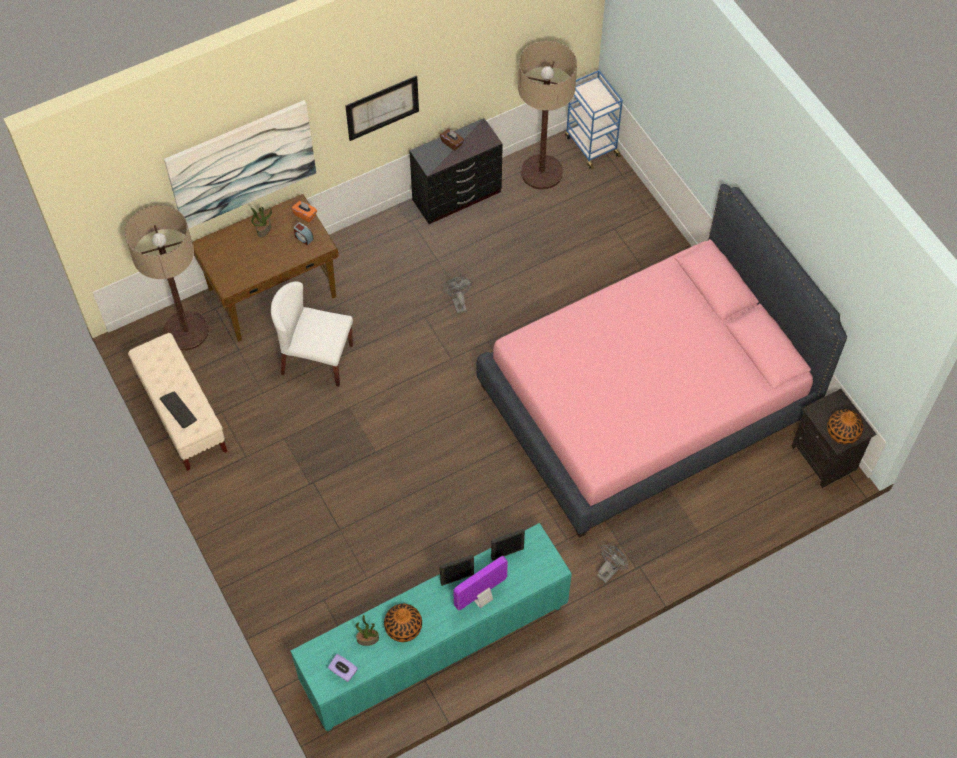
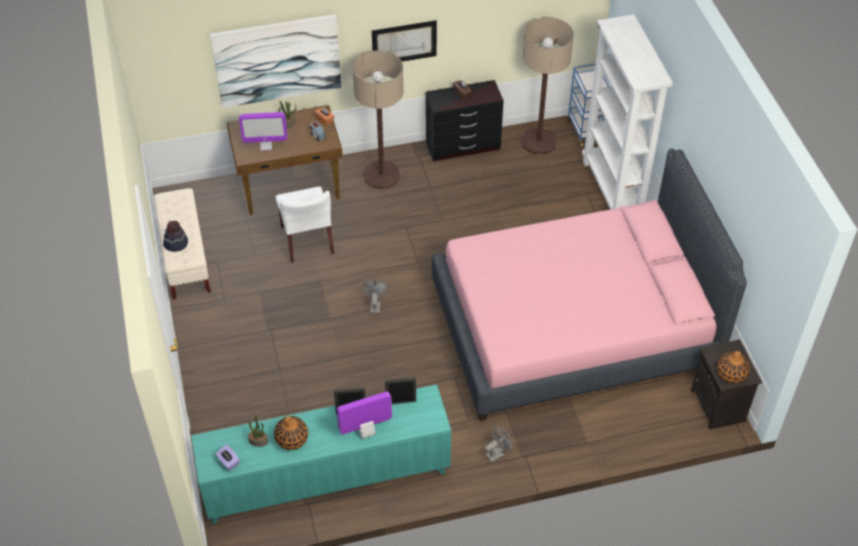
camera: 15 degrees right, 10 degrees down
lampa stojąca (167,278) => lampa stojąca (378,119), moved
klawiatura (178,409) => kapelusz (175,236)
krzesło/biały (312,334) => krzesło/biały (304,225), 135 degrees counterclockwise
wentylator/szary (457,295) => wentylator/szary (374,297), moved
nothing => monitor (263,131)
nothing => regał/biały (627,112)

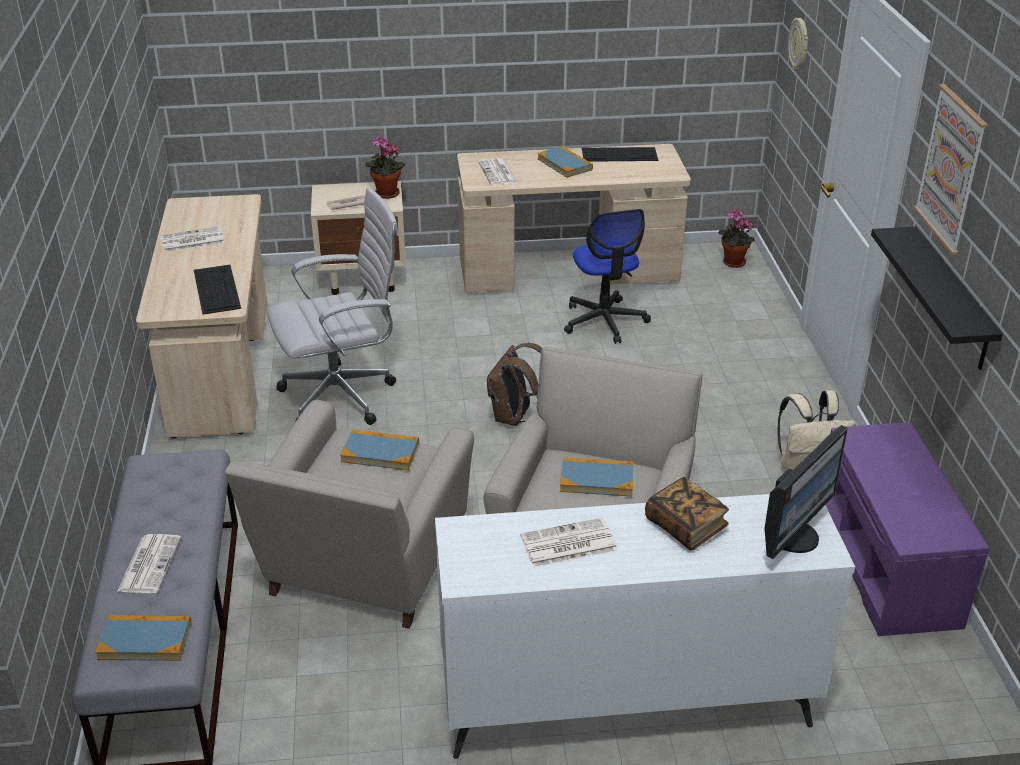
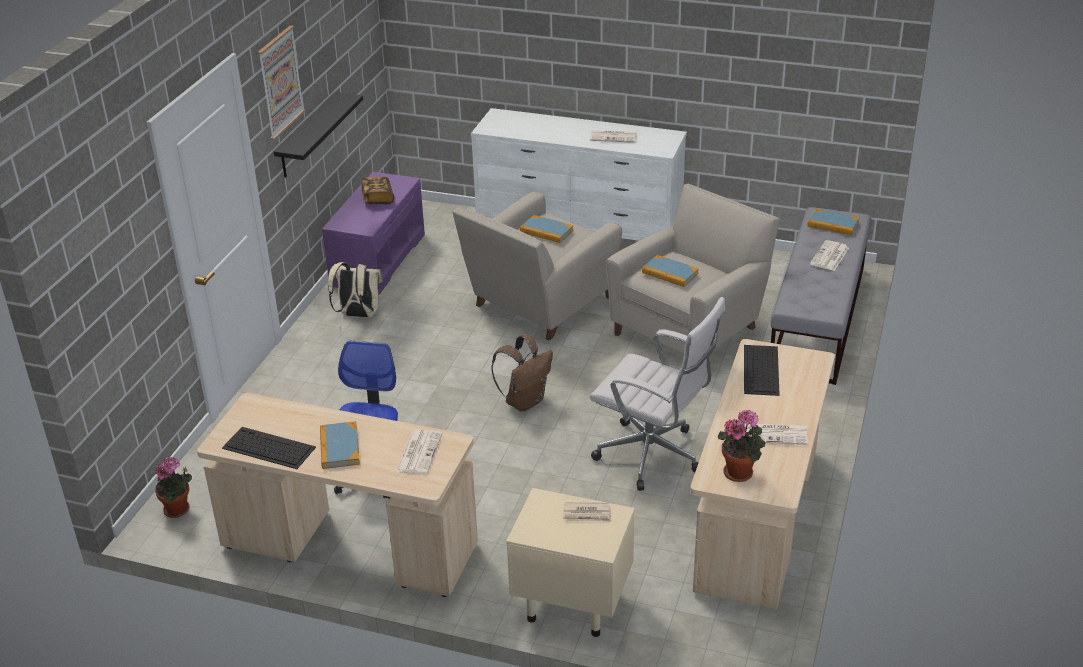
camera: 155 degrees left, 0 degrees up
krzesło biurowe/biały (333,306) => krzesło biurowe/biały (657,394), 150 degrees counterclockwise
roślina doniczkowa (385,167) => roślina doniczkowa (741,446), moved
książka (687,514) => książka (377,190), moved
monitor (806,492) => nothing
zegar ścienny (798,44) => nothing

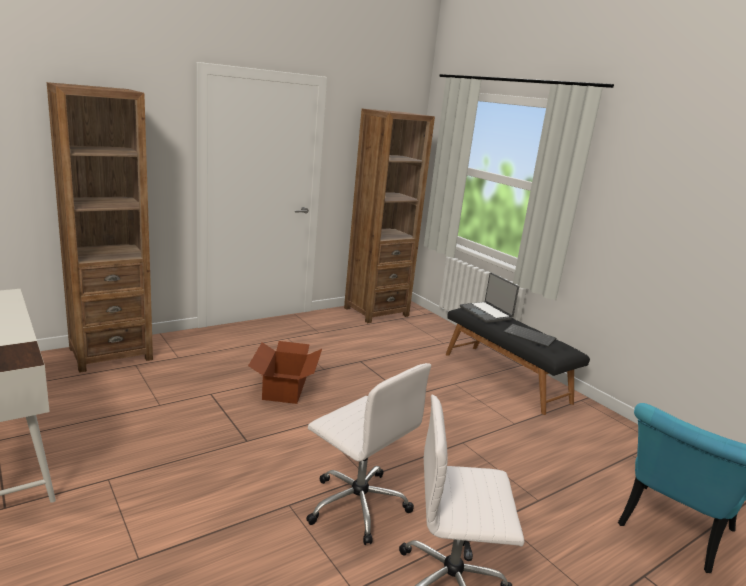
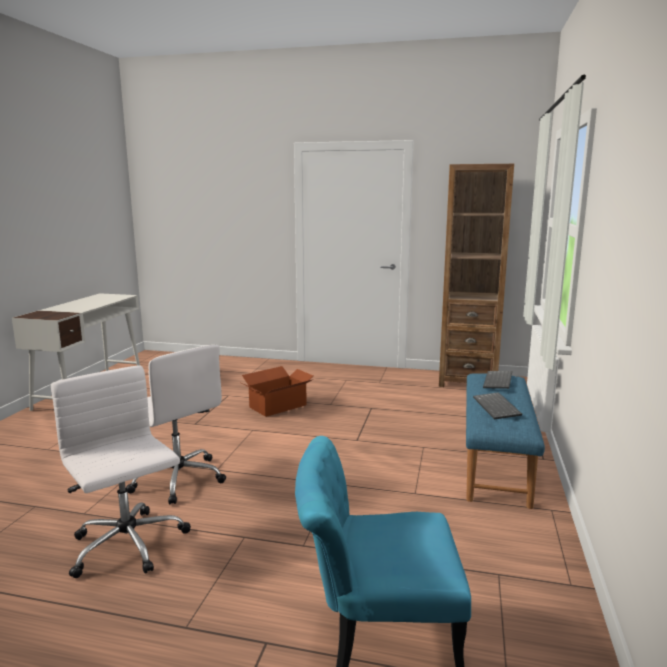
camera: 50 degrees right, 5 degrees down
regał/brązowy (100,227) => nothing
krzesło biurowe/biały (368,454) => krzesło biurowe/biały (176,425), 45 degrees counterclockwise
ławka/czarny (518,361) => ławka/niebieski (505,441)
laptop (489,298) => klawiatura (497,380)

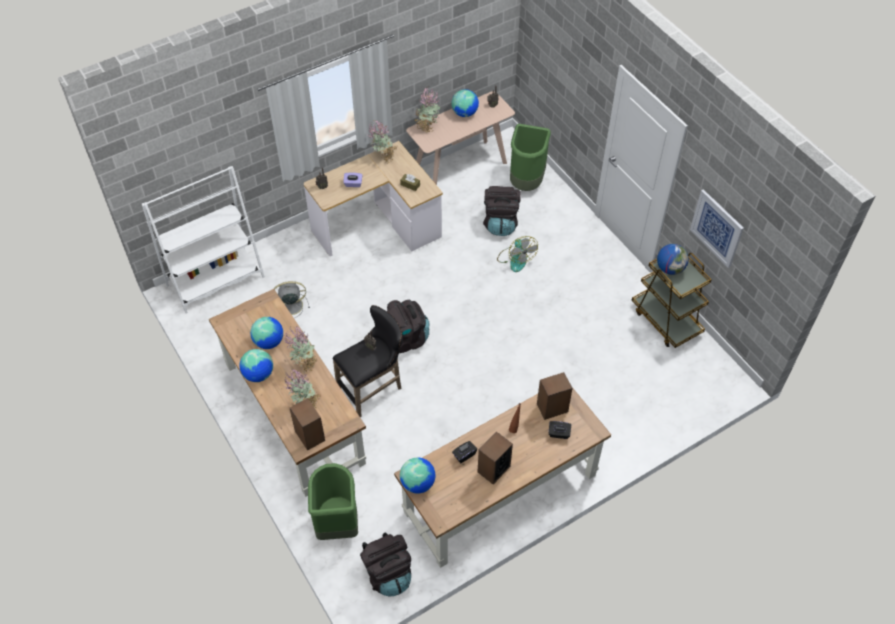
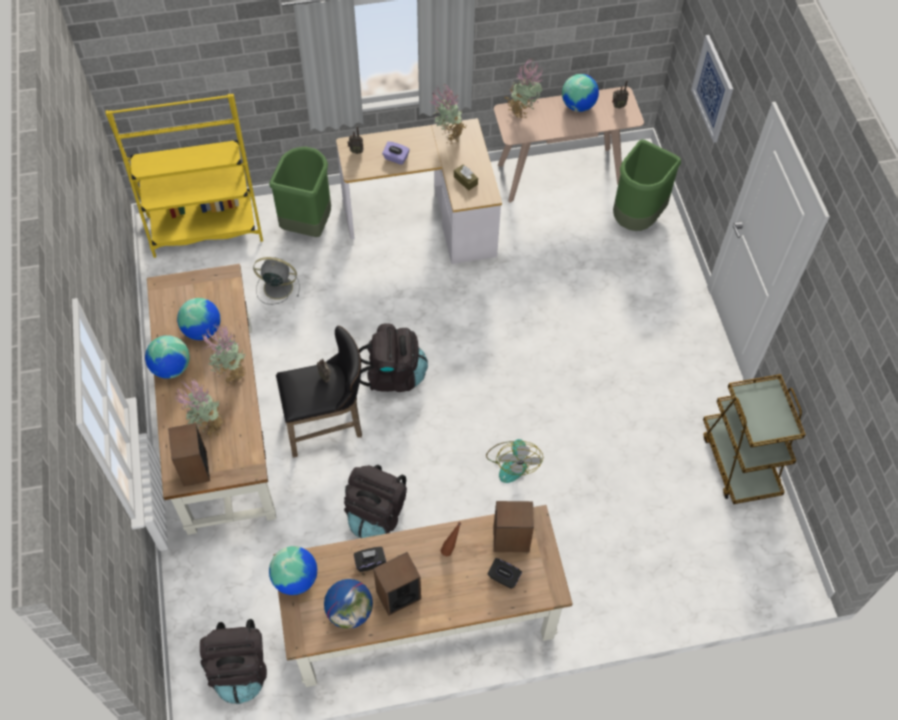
camera: 20 degrees right, 5 degrees up
regał/biały (203,240) => regał/żółty (184,176)
kosz na śmieci/zielony (333,501) => kosz na śmieci/zielony (300,192), moved
plecak/czarny (502,211) => plecak/czarny (375,501), moved
wentylator (517,254) => wentylator (514,461), moved
globus (673,259) => globus (348,604), moved
obraz (717,228) => obraz (712,89), moved

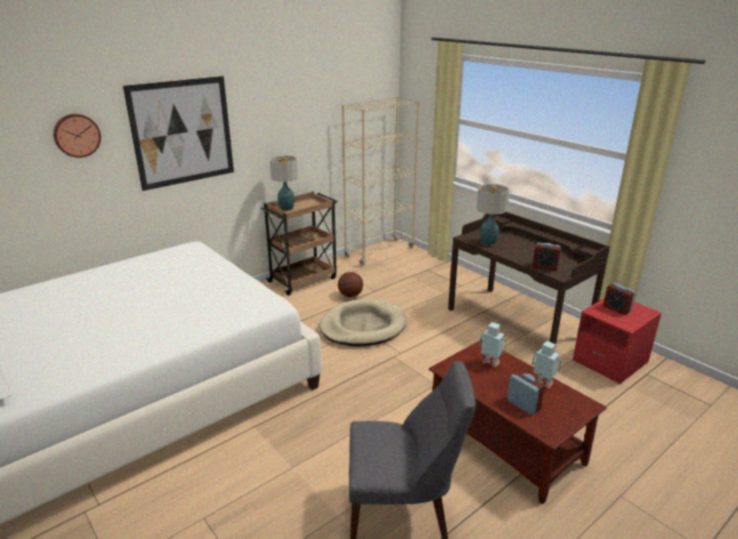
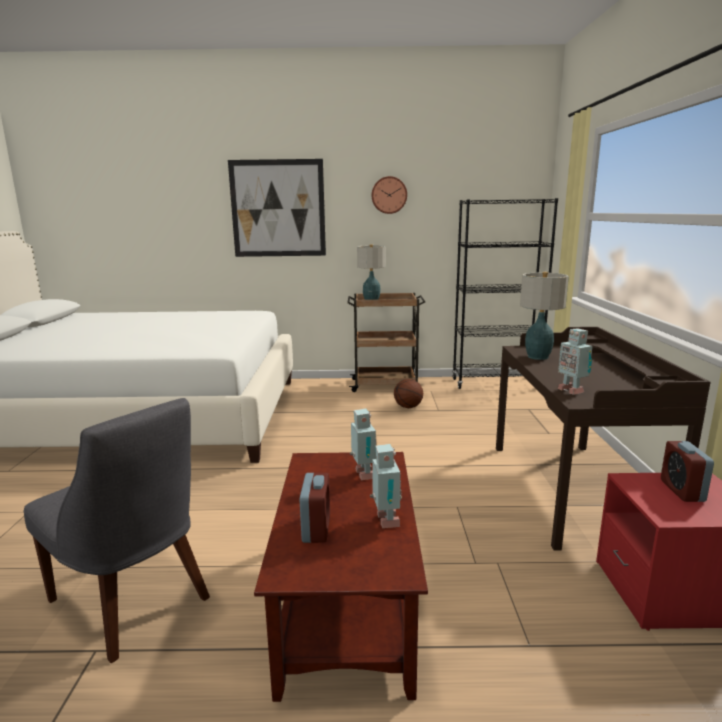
camera: 40 degrees right, 10 degrees down
zegar ścienny (77,136) => zegar ścienny (389,195), moved
legowisko/beżowy (363,323) => nothing
regał/beżowy (380,181) => regał/czarny (505,293)
budzik (546,256) => robot zabawkowy (575,362)

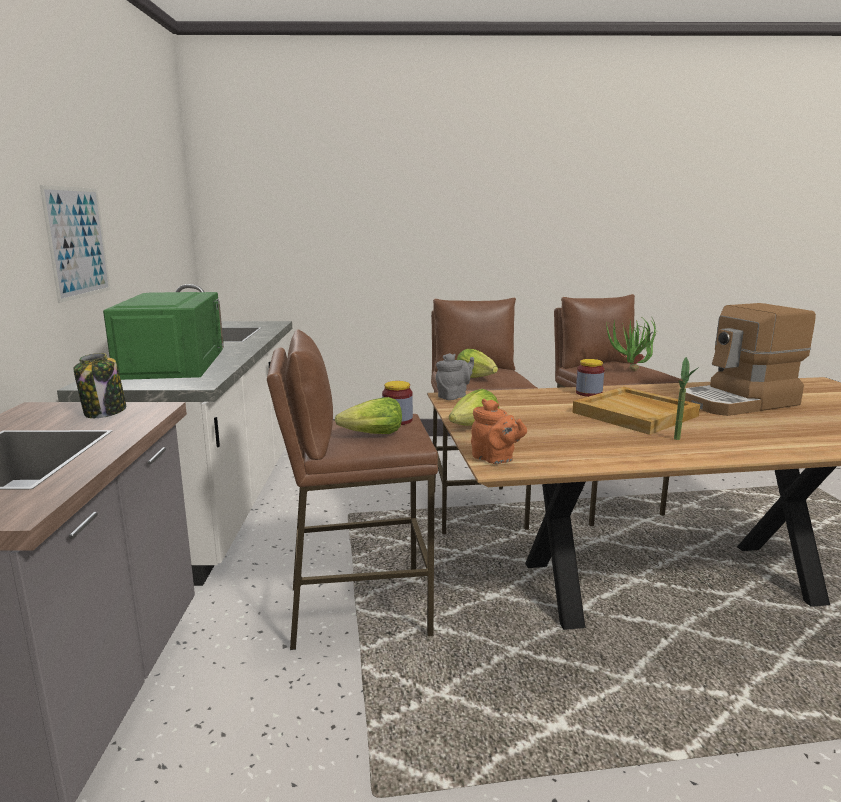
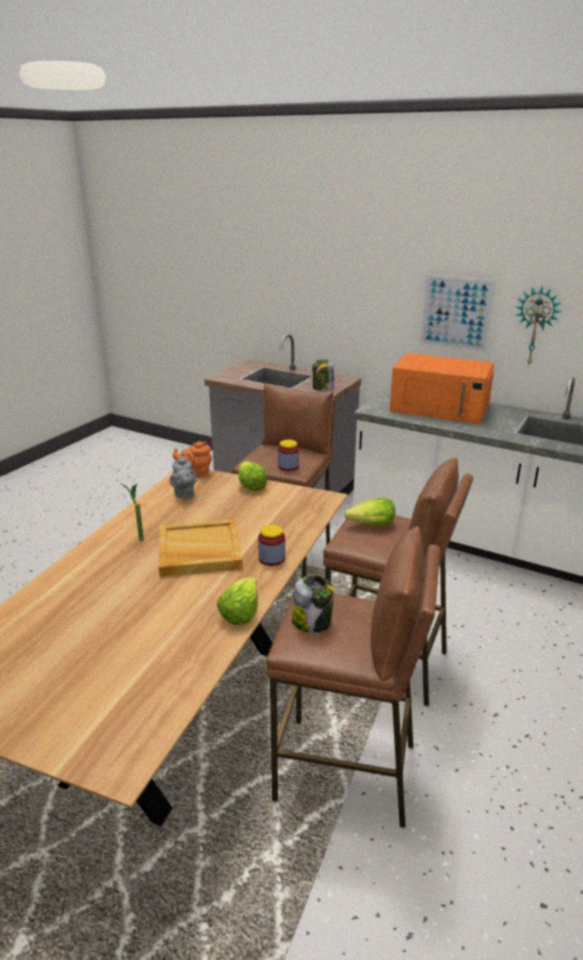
camera: 120 degrees right, 10 degrees up
mikrofalówka/zielony (163,336) => mikrofalówka/pomarańczowy (442,388)
sałata (368,415) => sałata (237,601), moved
imbryk/szary (455,376) => imbryk/szary (183,477), moved
roślina doniczkowa (632,343) => słoik (313,604)
ekspres do kawy (750,359) => nothing
nothing => zegar ścienny (538,327)

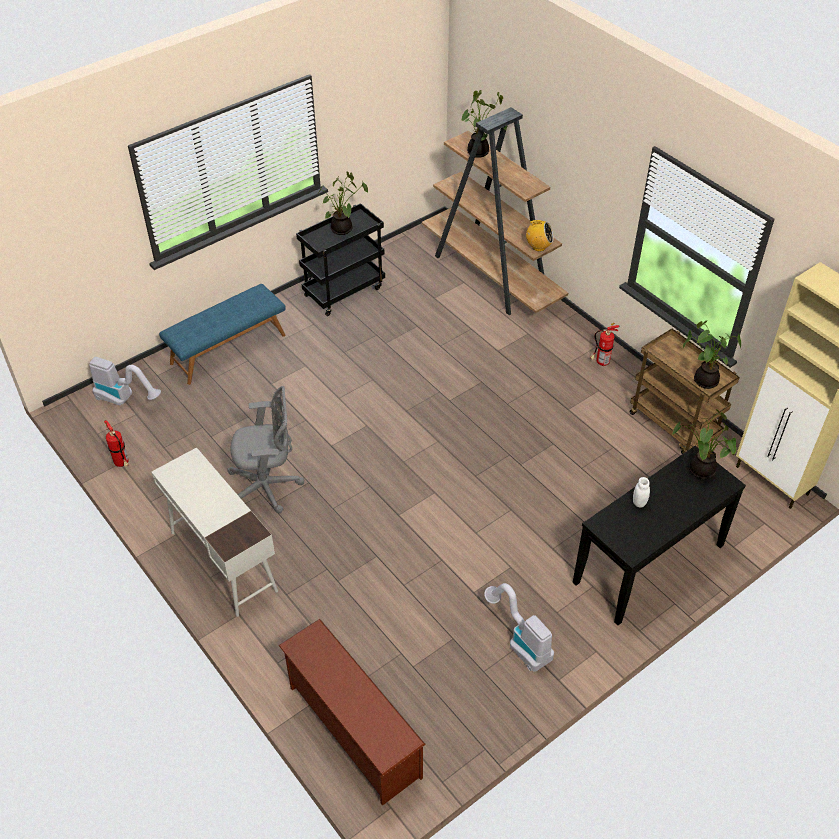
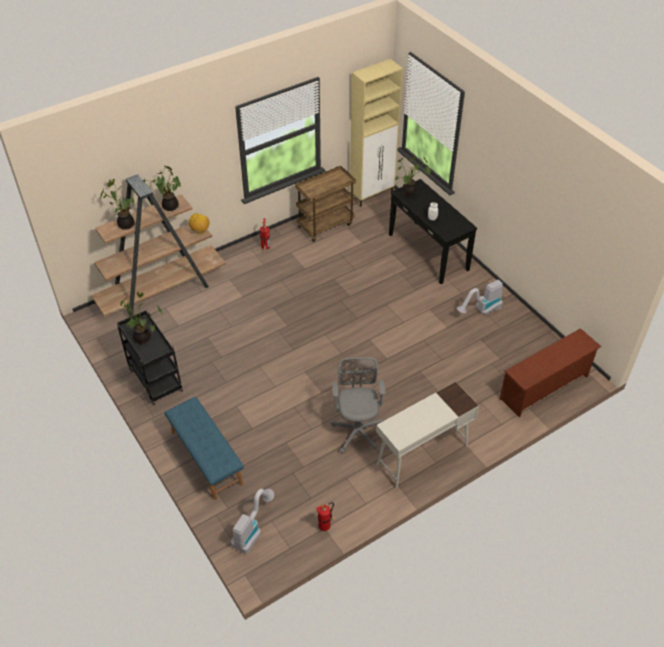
camera: 85 degrees left, 0 degrees up
roślina doniczkowa (712,355) => roślina doniczkowa (162,188), moved

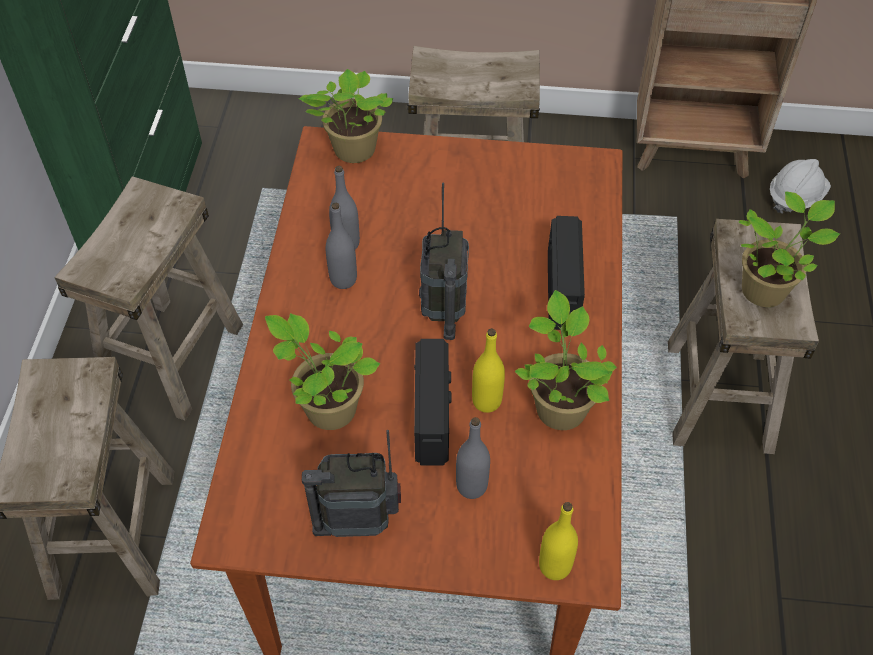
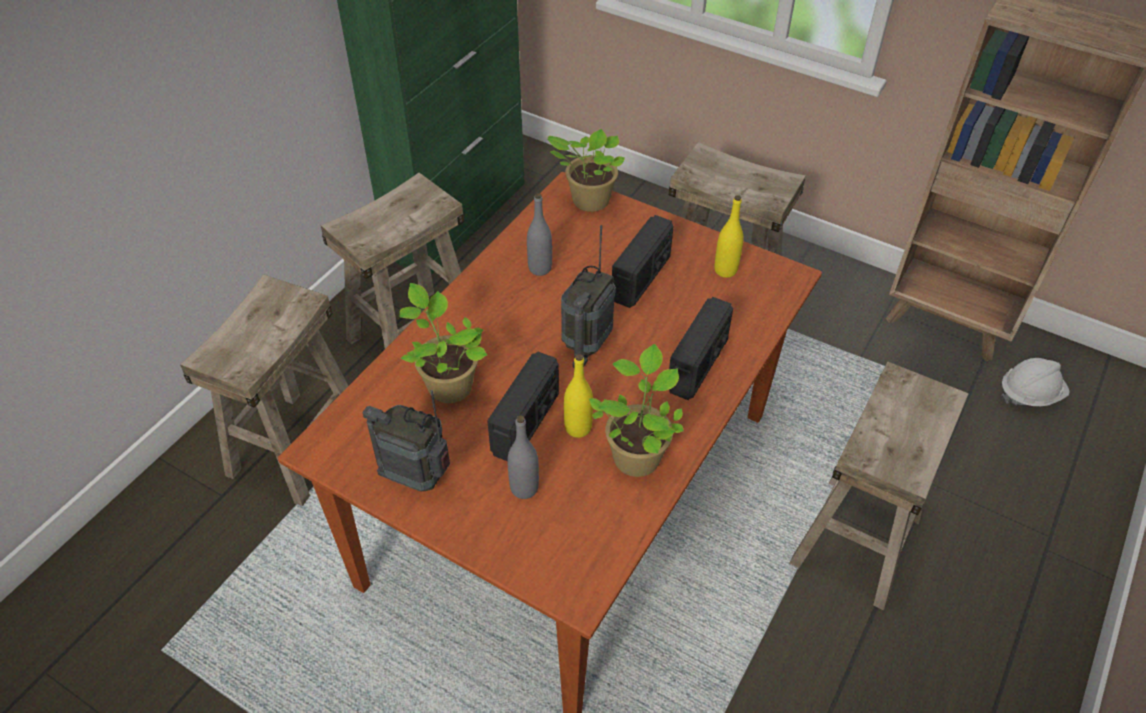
camera: 25 degrees right, 5 degrees down
butelka/szary (341,246) => nothing
butelka/żółty (558,541) => butelka/żółty (729,236), moved
roślina doniczkowa (789,249) => nothing
nothing => radio (643,261)

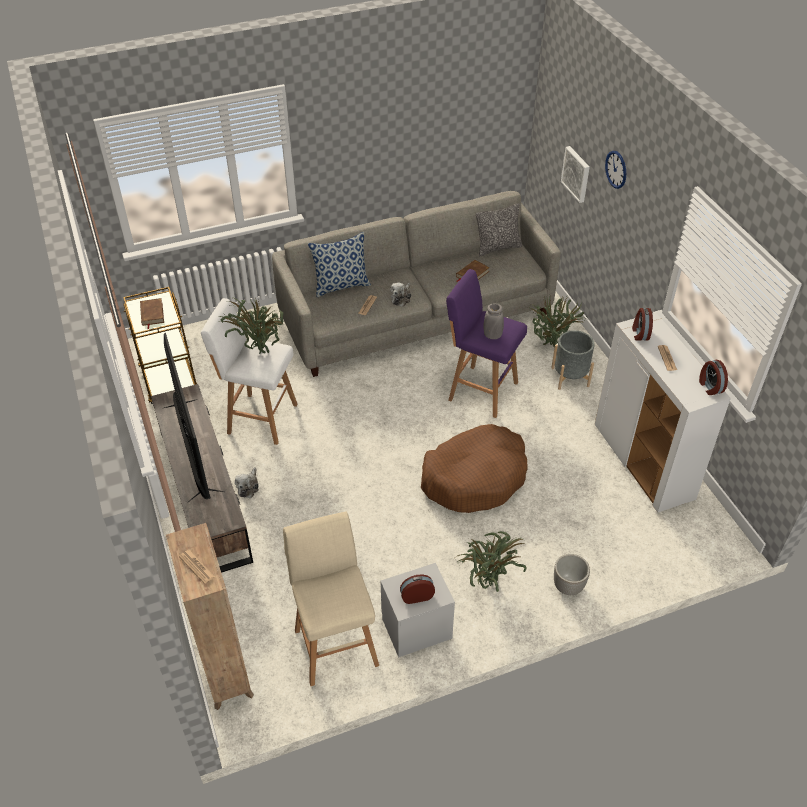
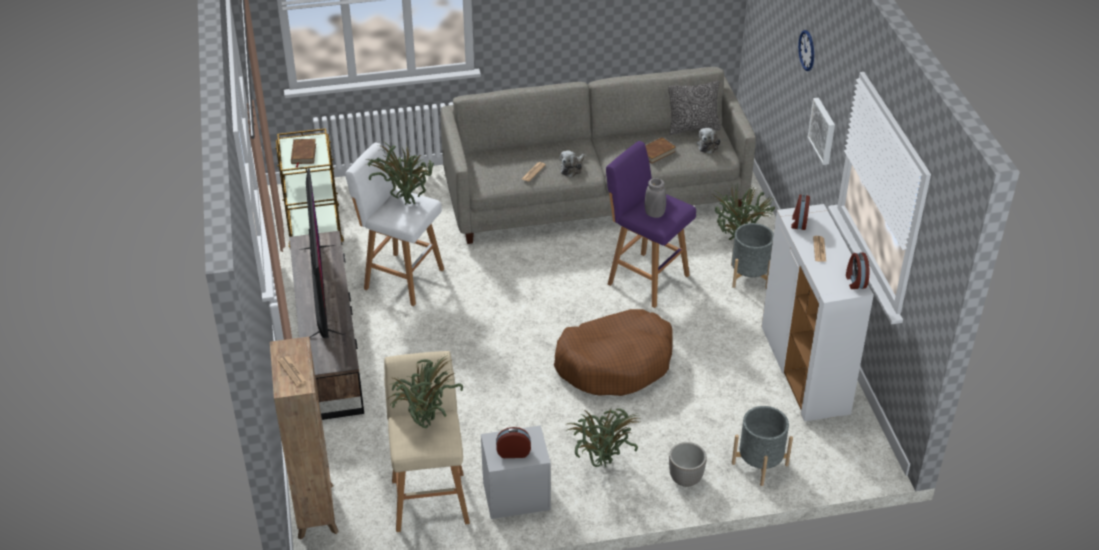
camera: 10 degrees right, 5 degrees down
pluszak (247,482) => pluszak (708,141), moved
poduszka (339,264) => nothing
obraz (575,174) => obraz (821,131), moved
nothing => roślina doniczkowa (425,391)
nothing => donica/szary (762,446)

